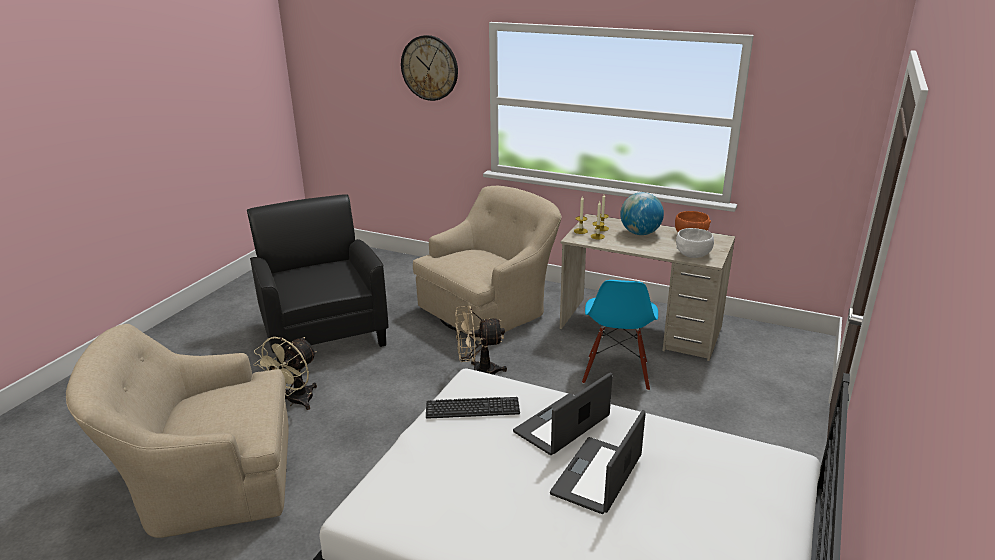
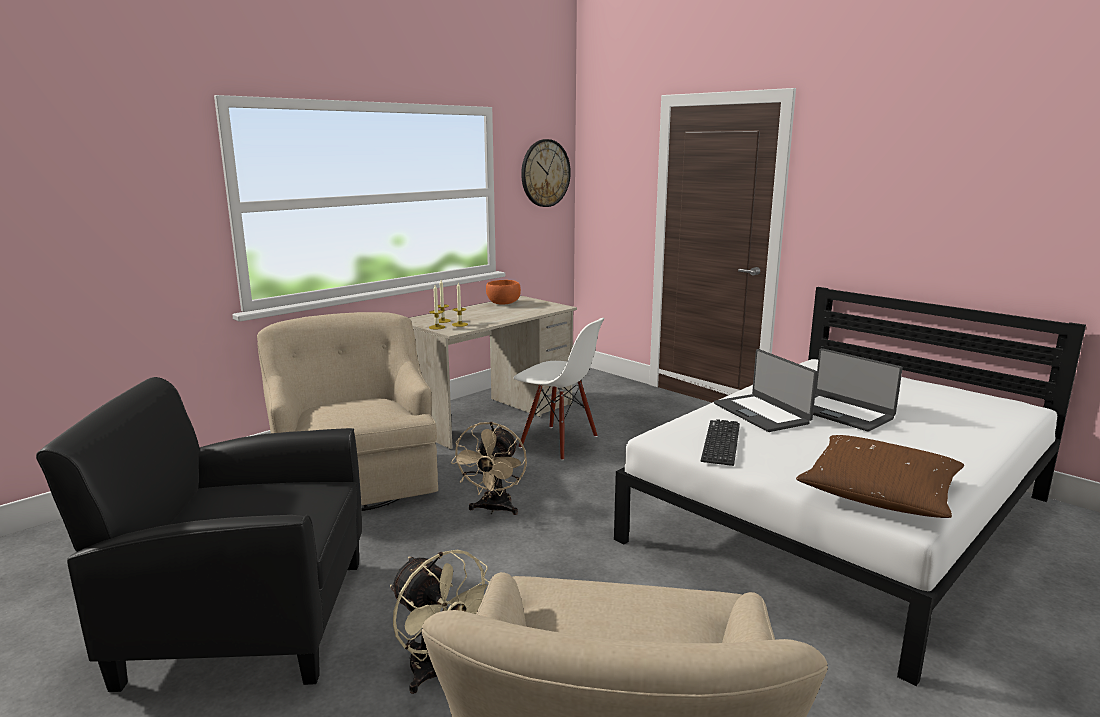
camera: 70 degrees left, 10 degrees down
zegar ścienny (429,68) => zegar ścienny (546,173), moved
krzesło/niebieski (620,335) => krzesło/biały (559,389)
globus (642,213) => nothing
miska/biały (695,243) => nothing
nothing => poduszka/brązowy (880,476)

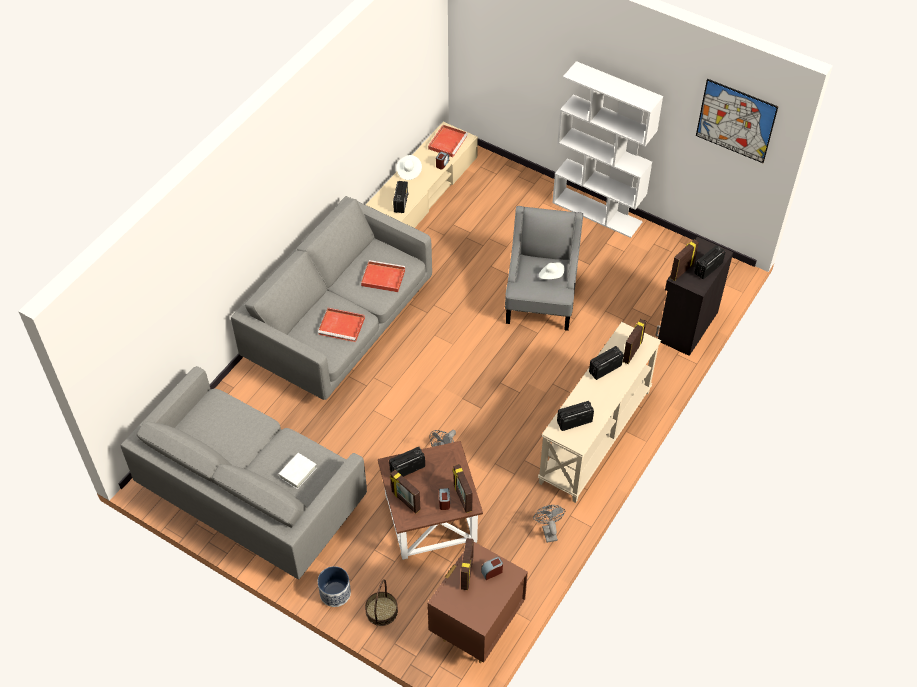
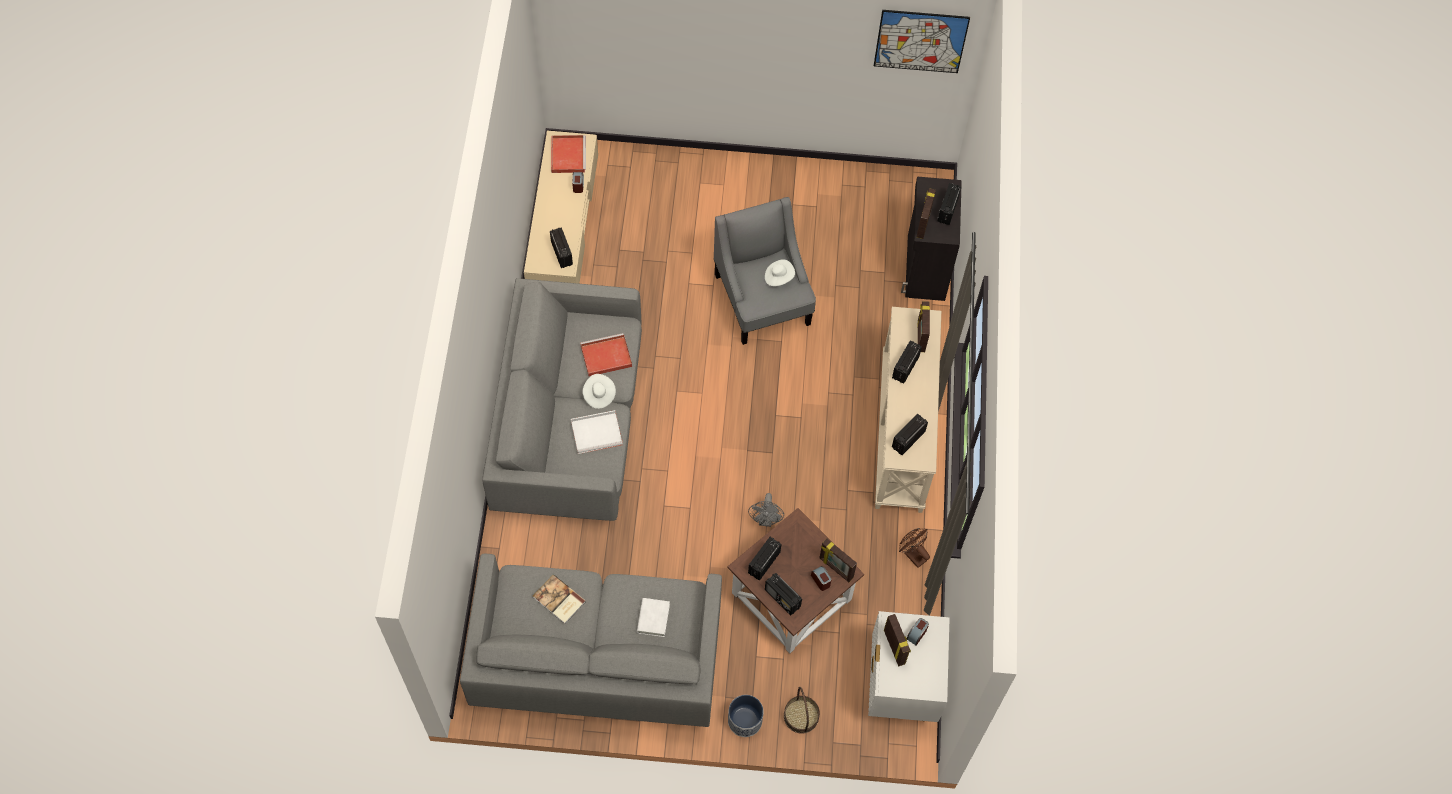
camera: 30 degrees left, 10 degrees up
taca/czerwony (341,325) => taca/biały (597,432)
ramka na zdjęcie (405,491) => radio (783,594)
kapelusz/biały (409,167) => kapelusz/biały (599,391), moved
szafka nocna/brązowy (477,602) => szafka nocna/biały (909,666)
wentylator/szary (549,524) => wentylator/brązowy (914,548)
regał/biały (607,149) => nothing
nothing => książka (559,599)

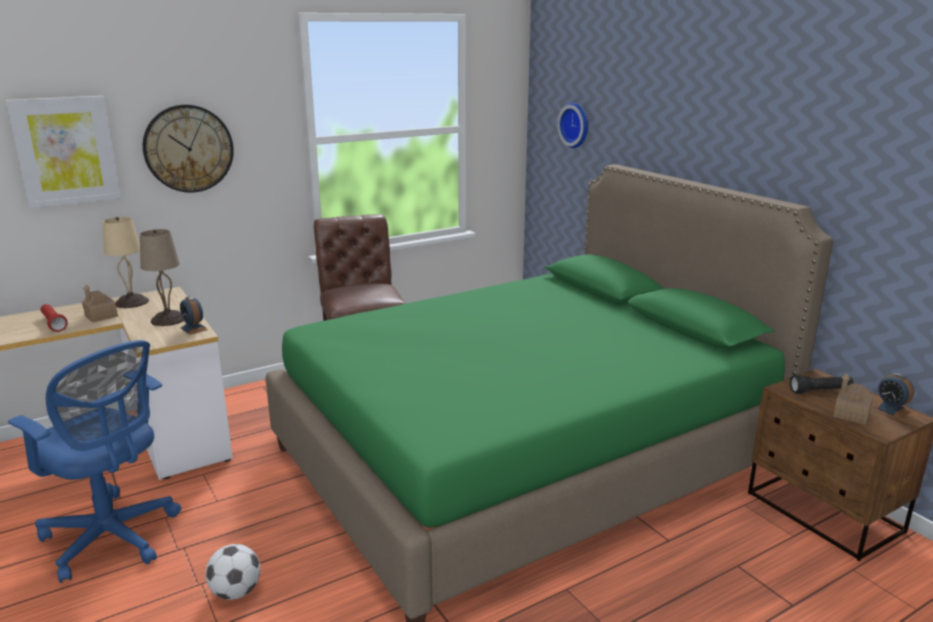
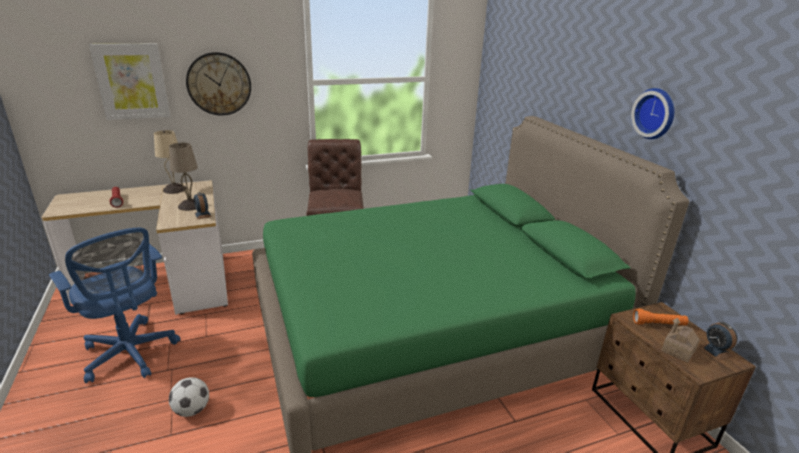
camera: 10 degrees right, 5 degrees up
domek (100,303) => nothing
zegar ścienny (572,125) => zegar ścienny (652,113), moved
latarka/czarny (822,384) => latarka/pomarańczowy (660,317)

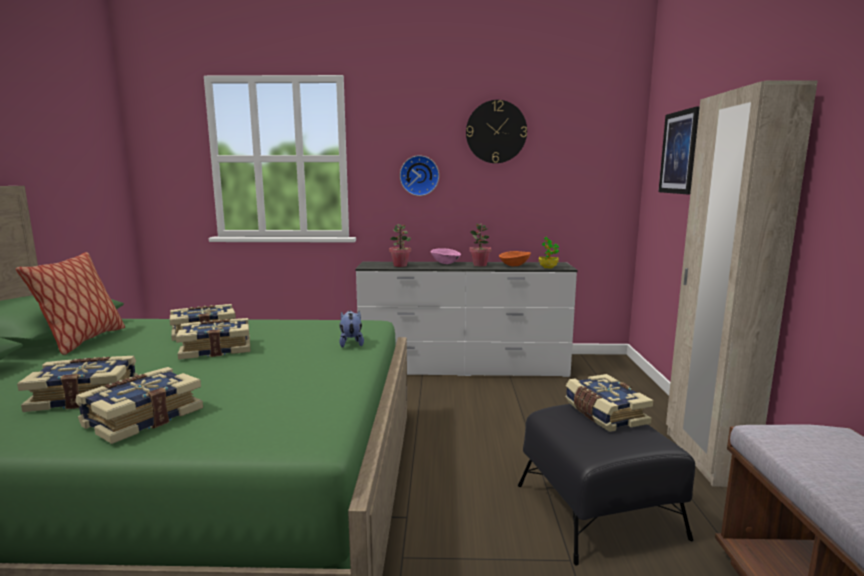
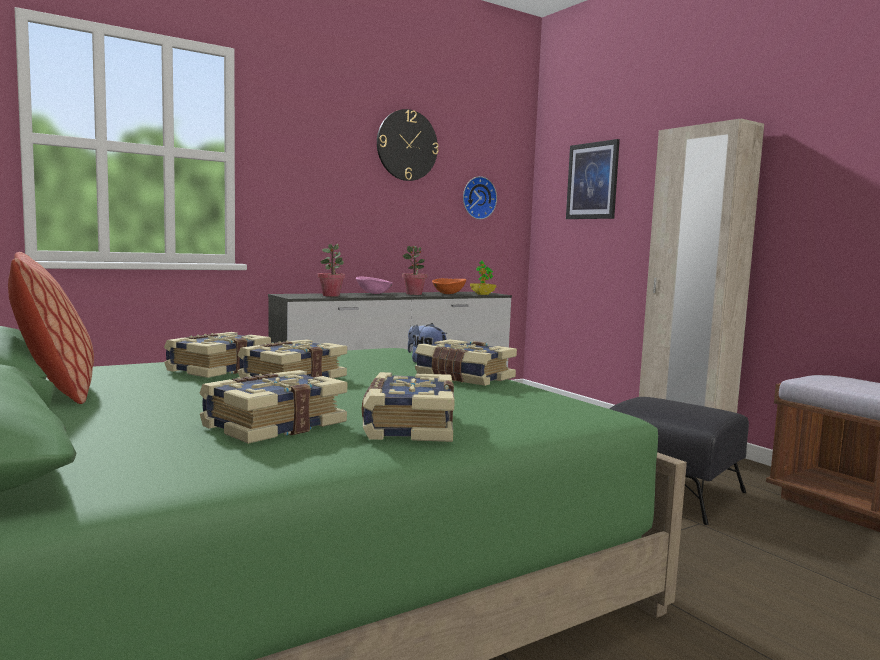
camera: 35 degrees left, 5 degrees down
zegar ścienny (419,175) => zegar ścienny (480,197), moved
książka (609,403) => książka (466,362), moved

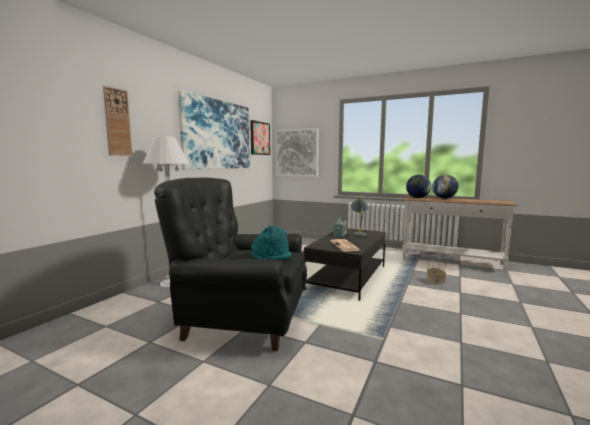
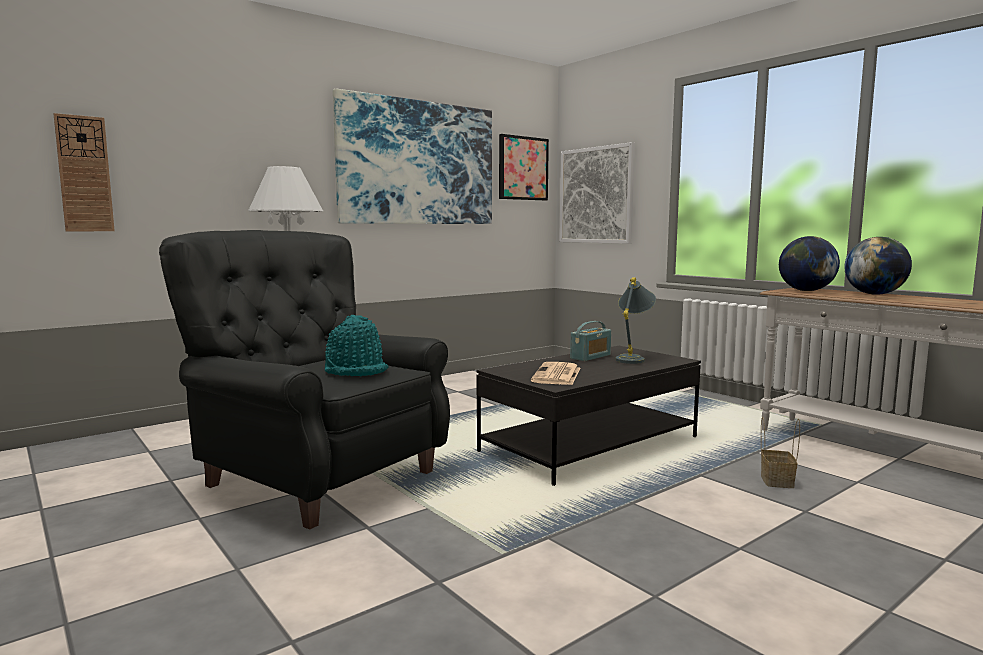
camera: 25 degrees right, 0 degrees up
zegar ścienny (117,121) => zegar ścienny (84,172), moved

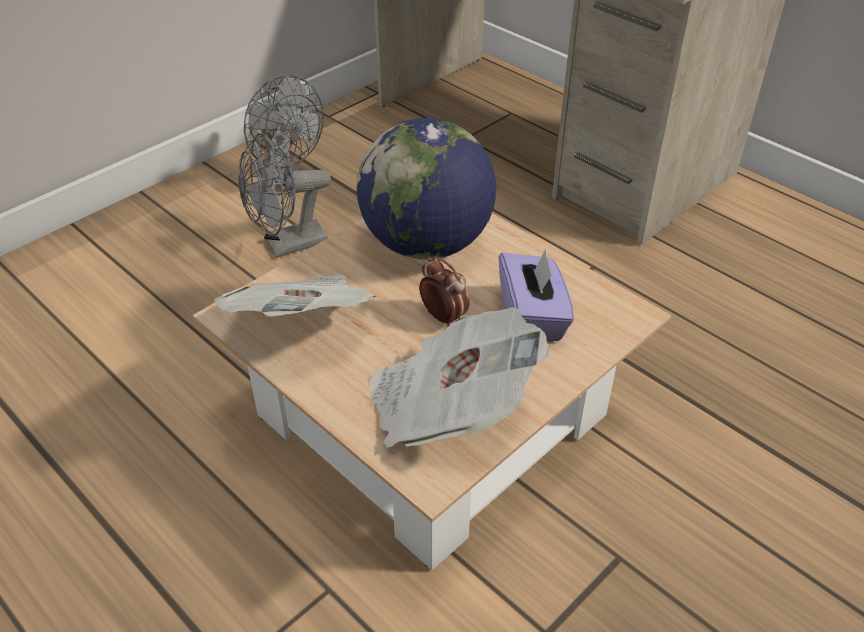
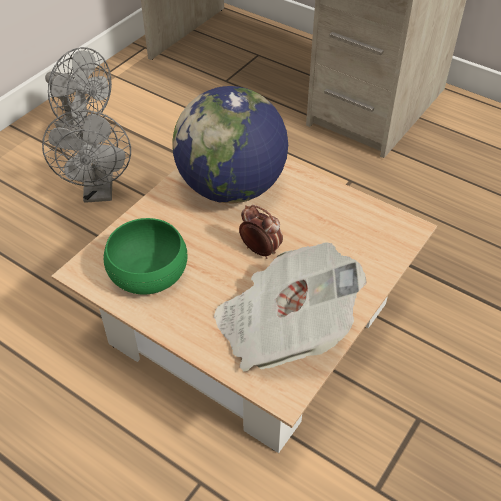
camera: 10 degrees left, 5 degrees up
gazeta (295,295) => miska/zielony (146,256)
wentylator/szary (284,195) => wentylator/szary (86,156), 60 degrees counterclockwise
pudełko chusteczek/fioletowy (536,295) => nothing

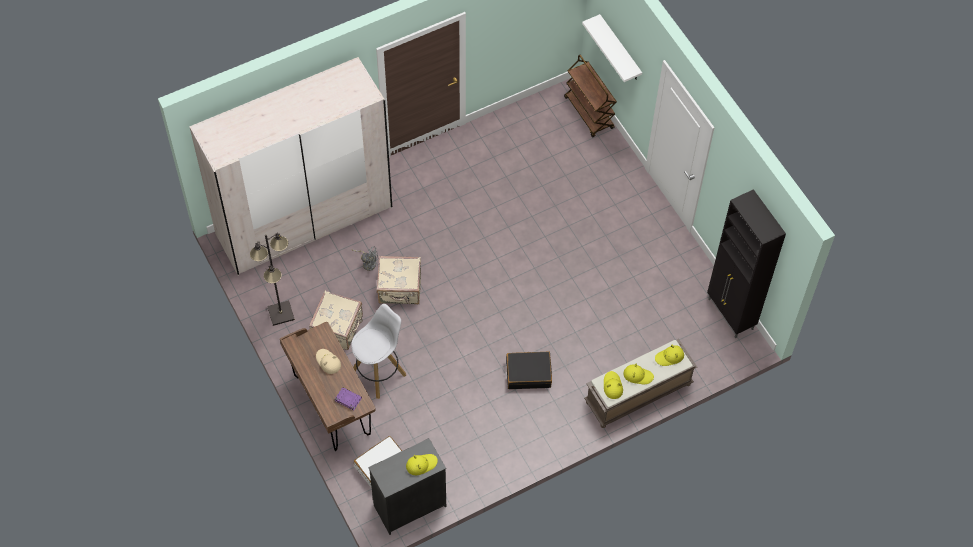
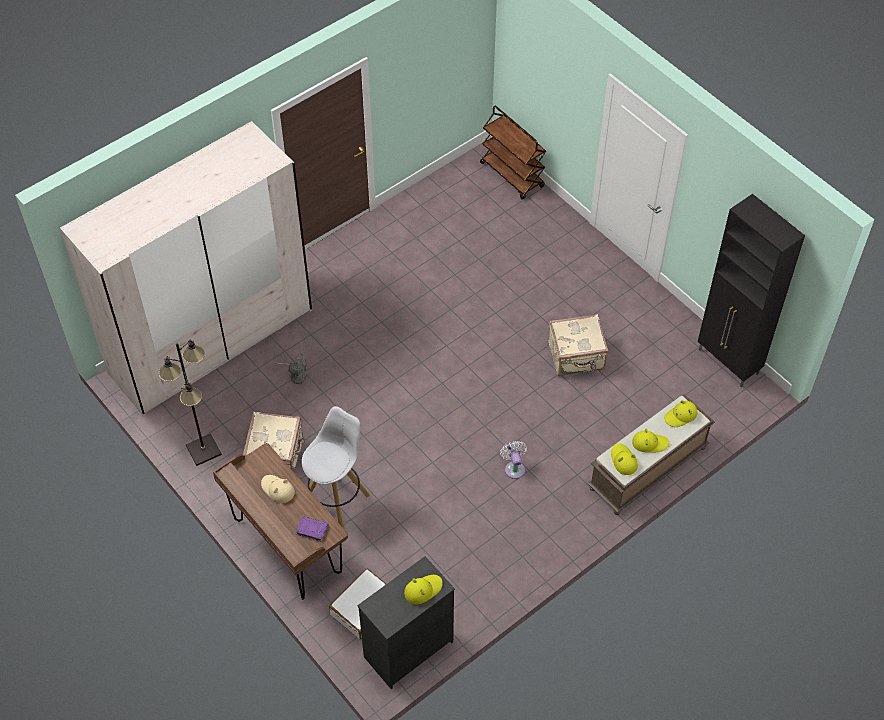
camera: 10 degrees left, 5 degrees down
walizka/beżowy (398,280) => walizka/beżowy (578,345), moved
walizka/czarny (529,370) => wentylator/biały (513,460)
półka/biały (612,48) => nothing

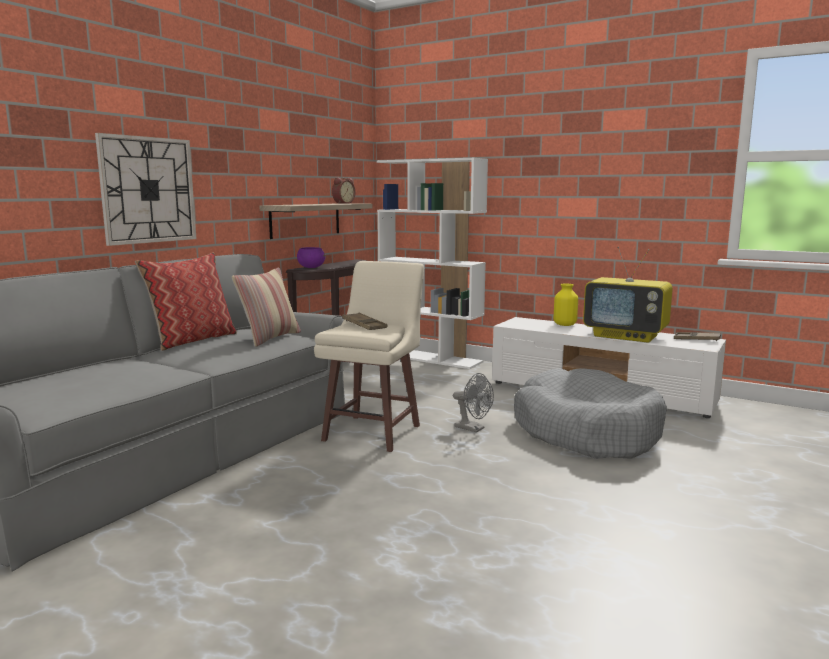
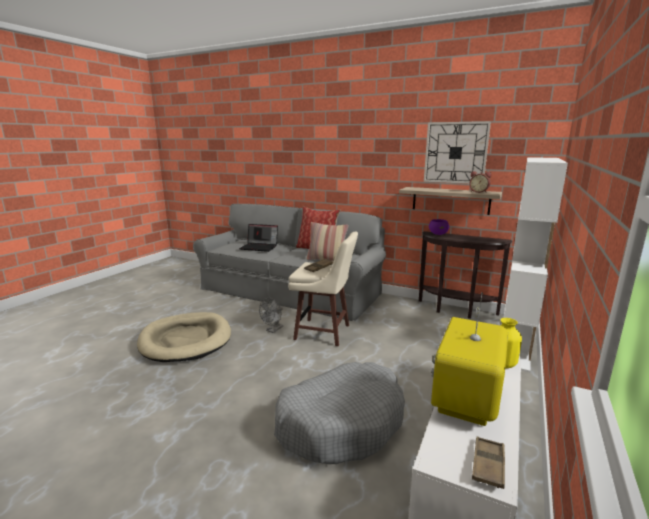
camera: 85 degrees right, 5 degrees up
zegar ścienny (145,189) => zegar ścienny (457,152), moved
wentylator/szary (473,403) => wentylator/szary (271,315), moved
nothing => legowisko/beżowy (184,337)
nothing => laptop (258,238)

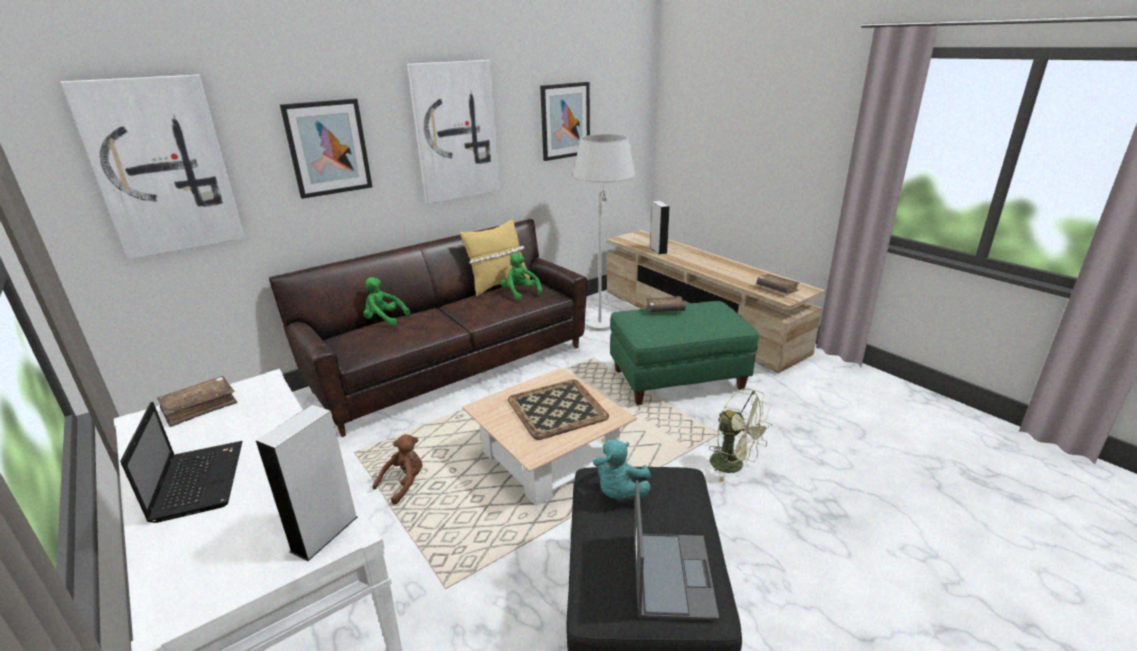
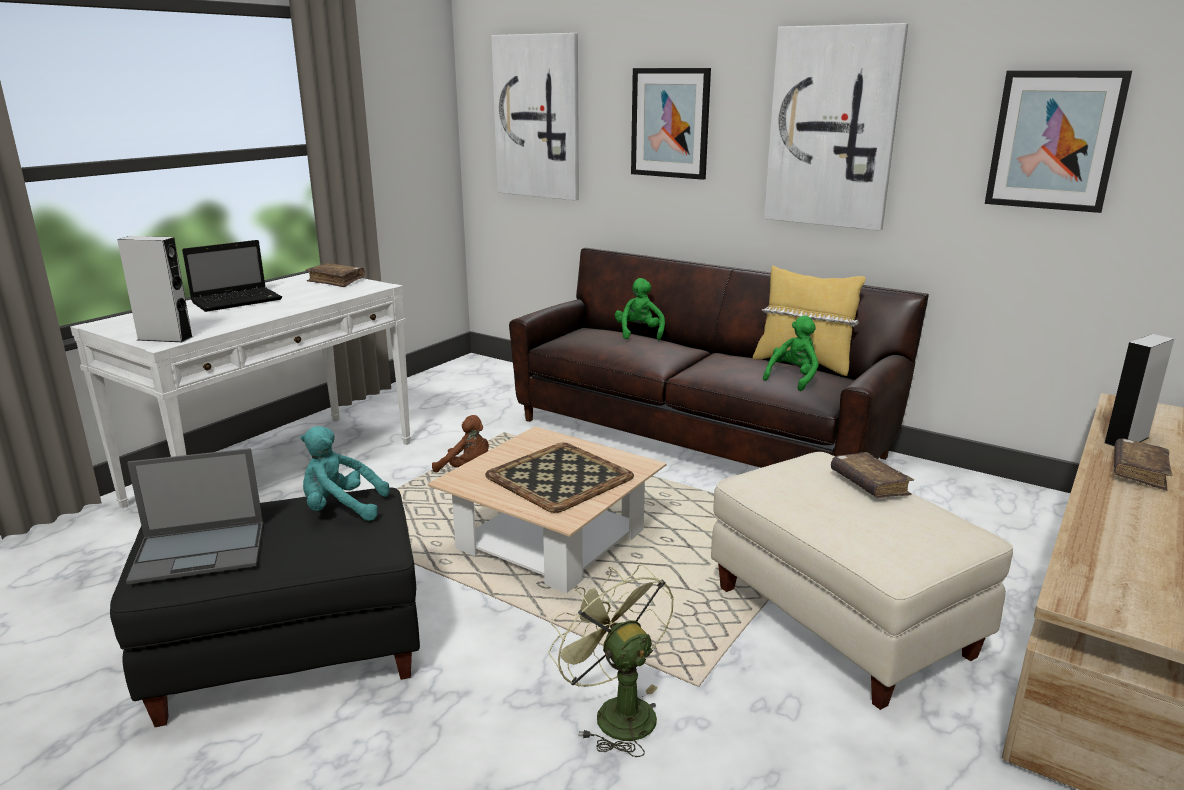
camera: 70 degrees right, 5 degrees down
lampa stojąca/biały (604,232) => nothing
pufa/zielony (684,353) => pufa/beżowy (862,581)
wentylator/zielony (740,435) => wentylator/zielony (611,660), 120 degrees clockwise
książka/brązowy (778,284) => książka/brązowy (1143,464), moved

